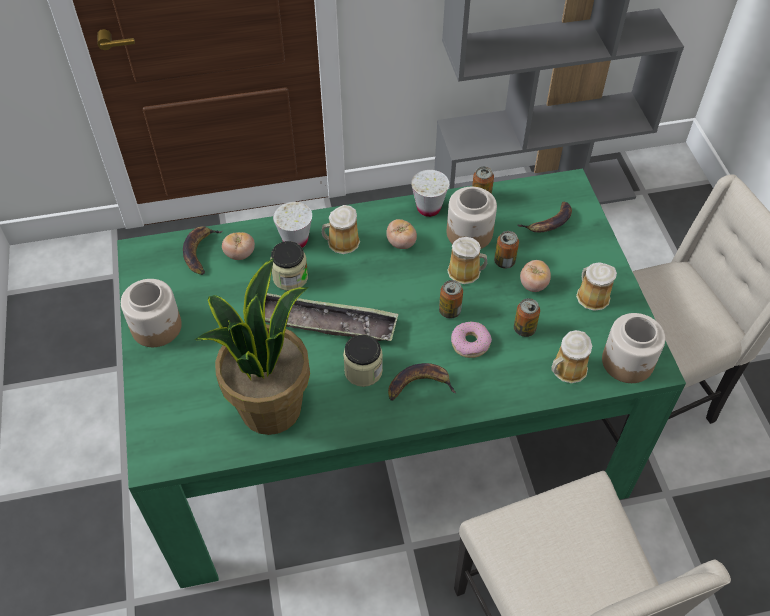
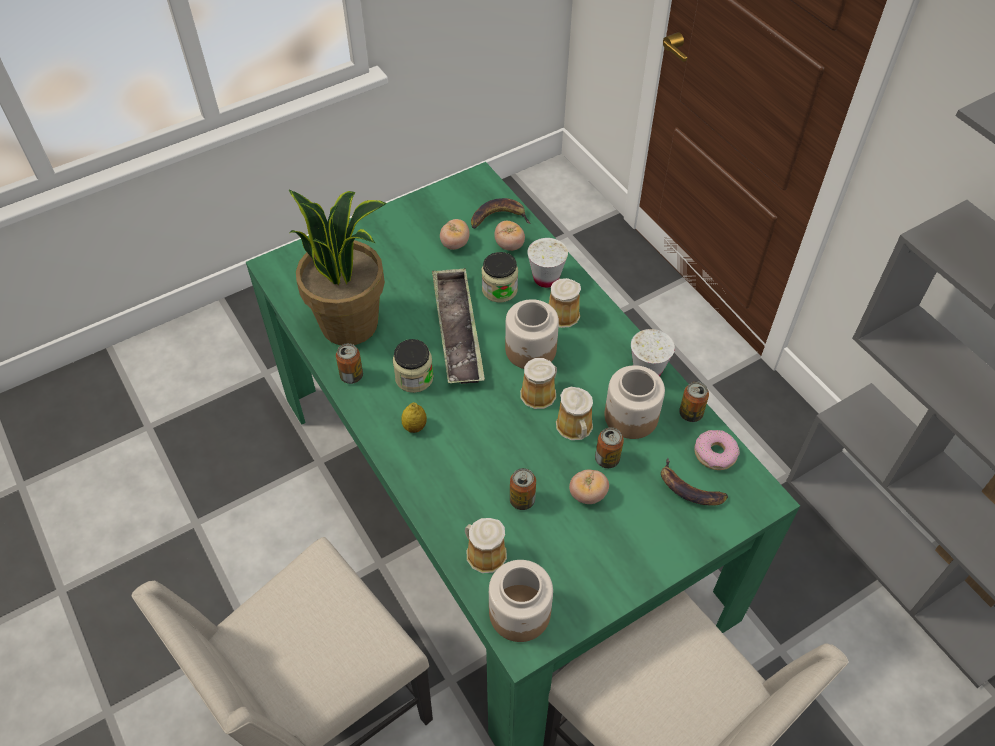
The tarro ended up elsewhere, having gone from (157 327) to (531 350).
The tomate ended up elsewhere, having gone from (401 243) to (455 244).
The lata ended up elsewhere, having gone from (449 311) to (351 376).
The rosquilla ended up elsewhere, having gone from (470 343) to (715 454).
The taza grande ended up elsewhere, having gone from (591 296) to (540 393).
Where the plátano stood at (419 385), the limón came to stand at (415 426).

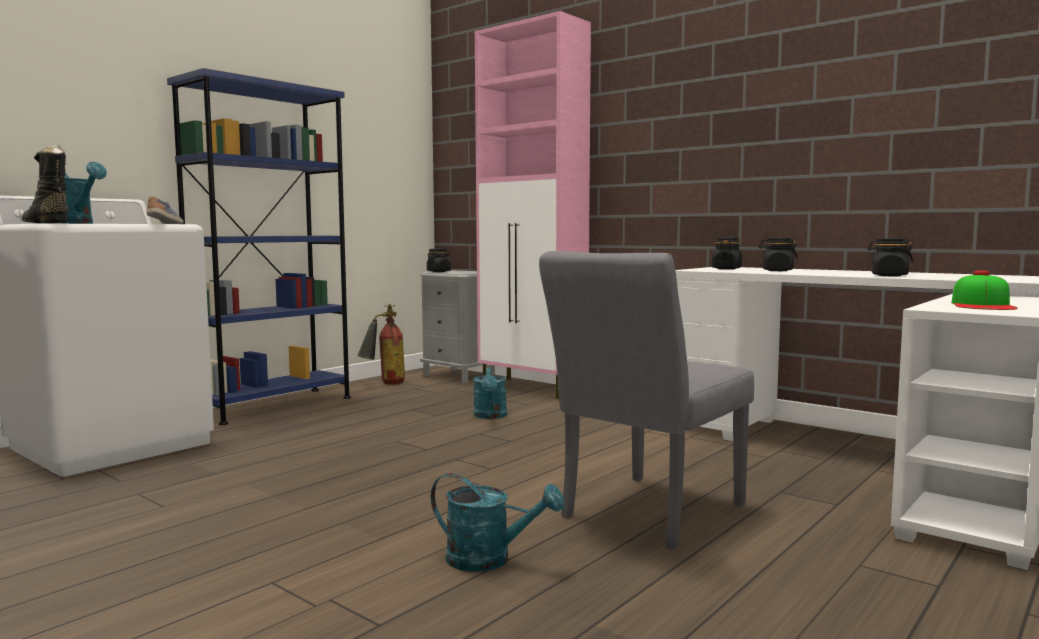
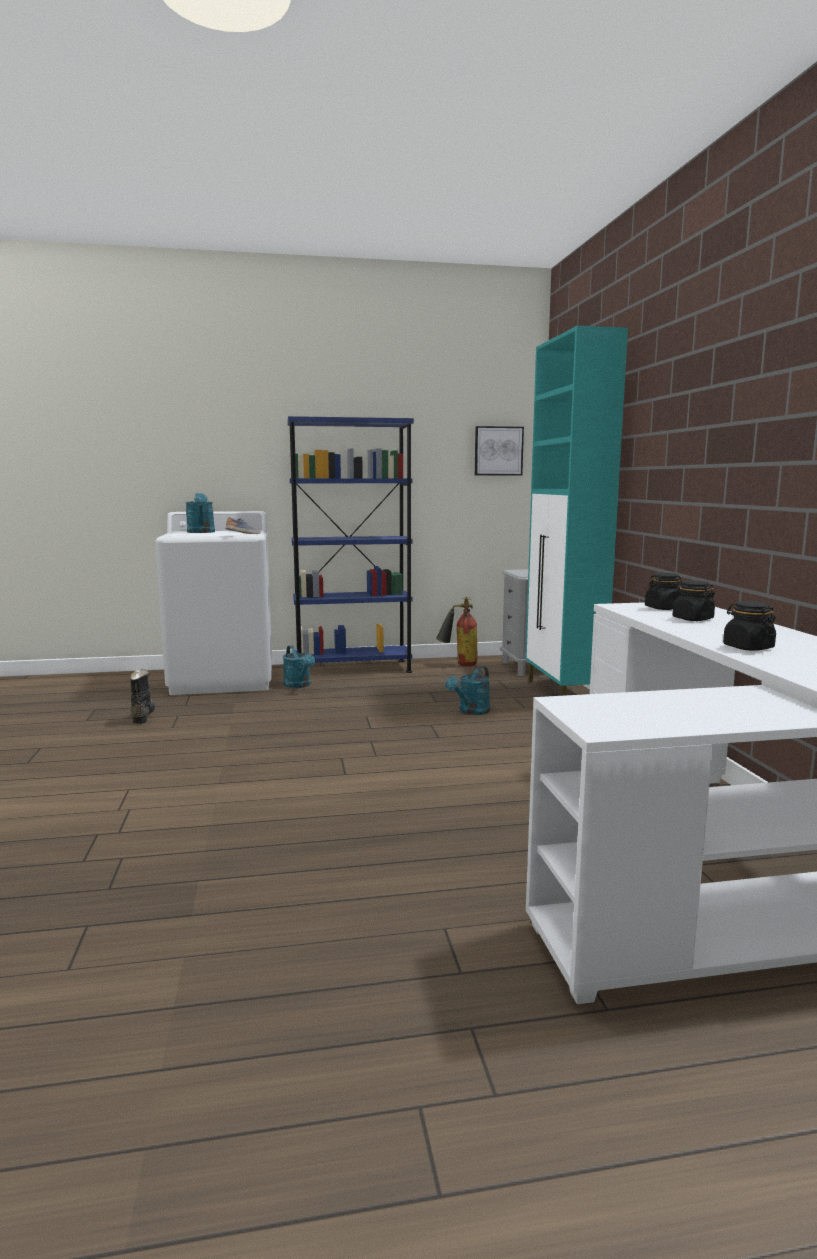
The second view lost the tarro/negro at (438 271).
The second view lost the silla/gris at (645 514).
The second view lost the gorra at (982 305).
The second view gained the cuadro at (498 451).
The bota/negro ended up elsewhere, having gone from (45 223) to (142 716).
The regadera/turquesa ended up elsewhere, having gone from (489 560) to (299 685).
What was the armario/rosa at (533 388) turned into the armario/turquesa at (563 693).

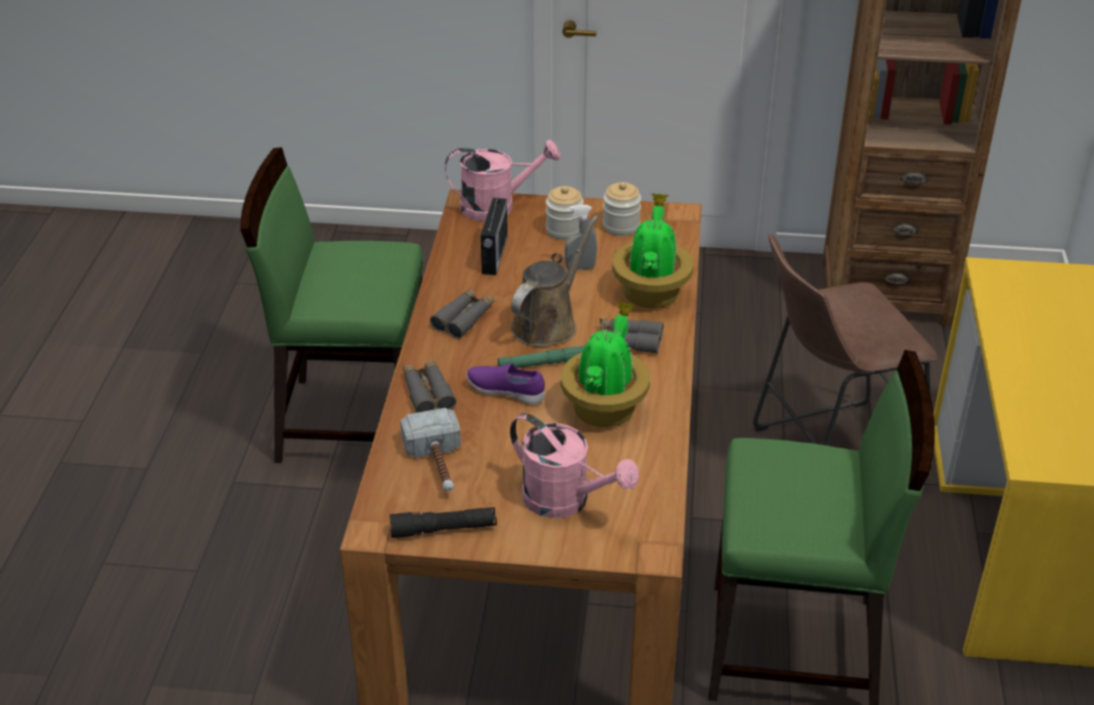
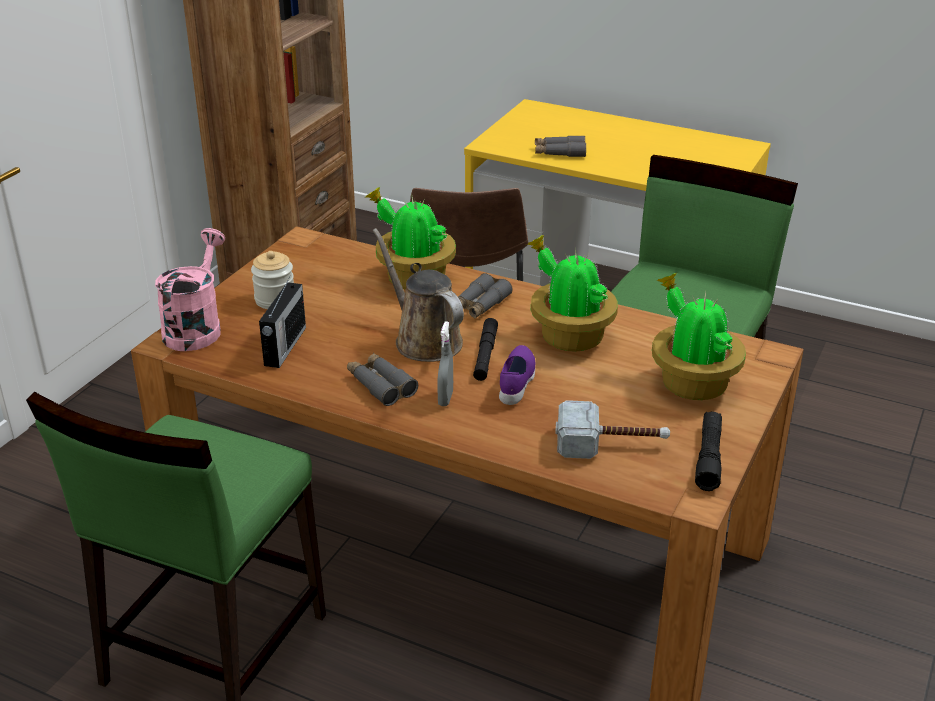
The second view lost the tarro at (621 226).
The prismáticos/gris ended up elsewhere, having gone from (427 393) to (559 152).
The pulverizador/gris ended up elsewhere, having gone from (580 268) to (445 398).
Where the regadera/rosa stood at (566 501), the planta en maceta came to stand at (691 383).
What was the linterna/verde at (544 363) turned into the linterna/negro at (485 354).
The zapato/morado at (506 392) ended up facing another way, 150 degrees clockwise from before.
The radio at (494 256) ended up facing another way, 75 degrees clockwise from before.

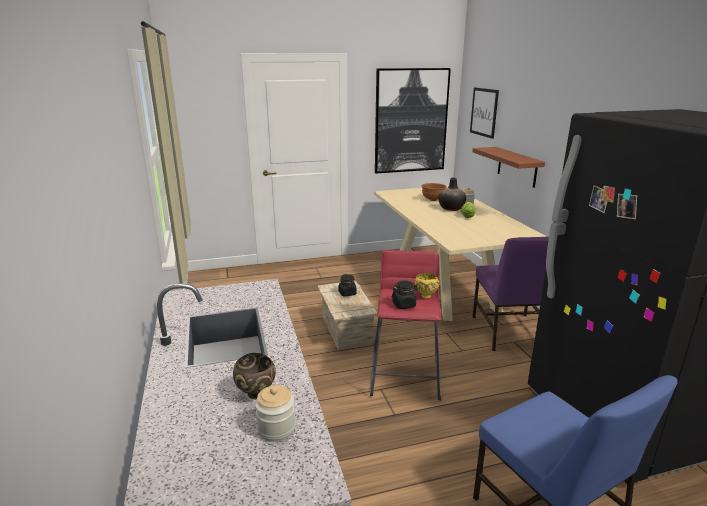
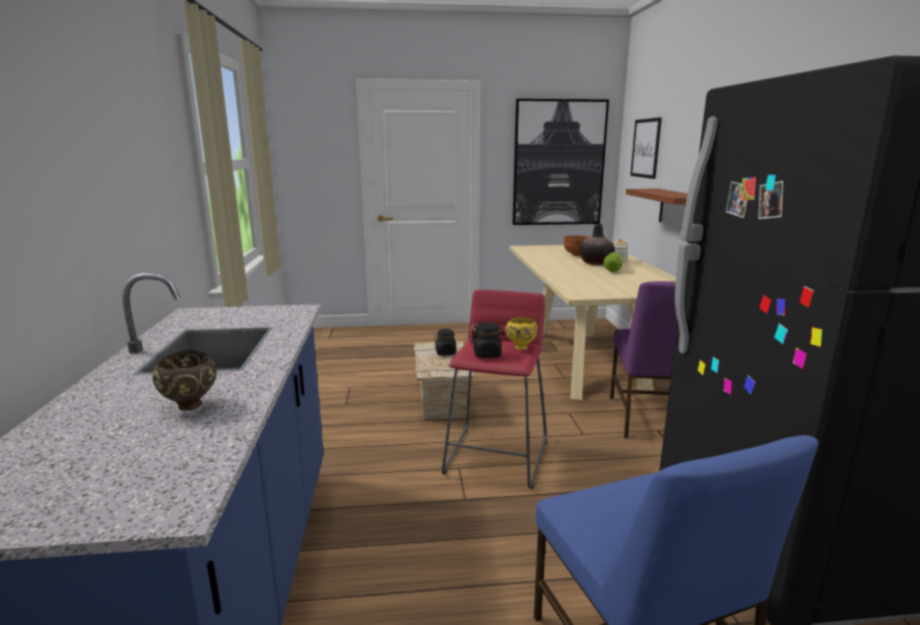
The second view lost the tarro at (276 429).

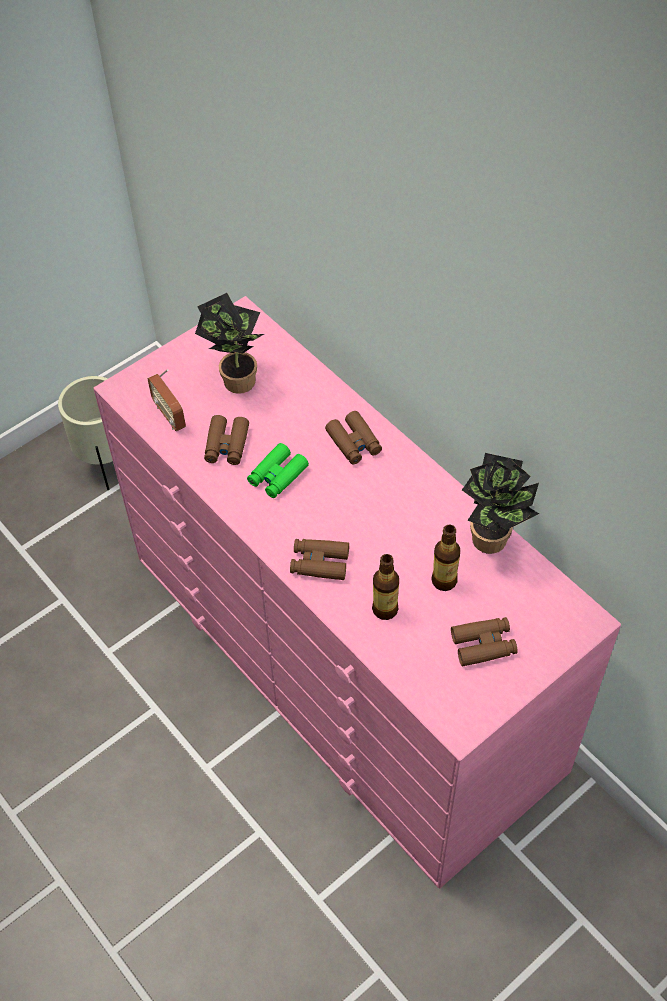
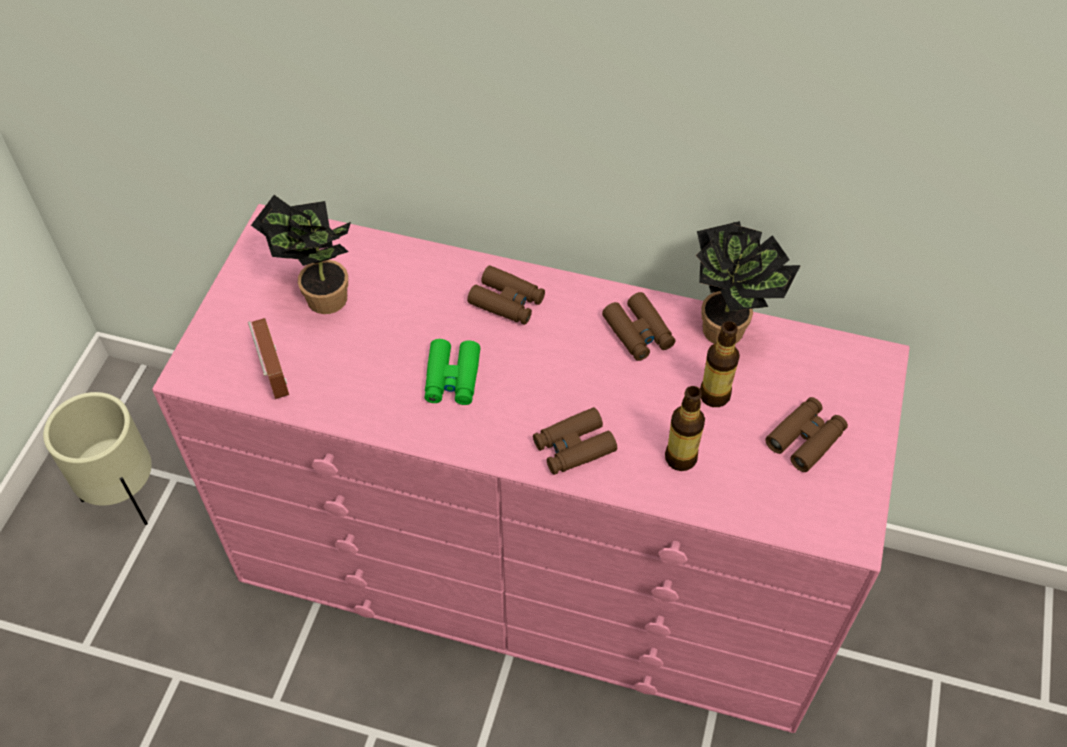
The prismáticos/marrón ended up elsewhere, having gone from (226 445) to (638 333).
The radio at (170 415) ended up facing another way, 135 degrees counterclockwise from before.

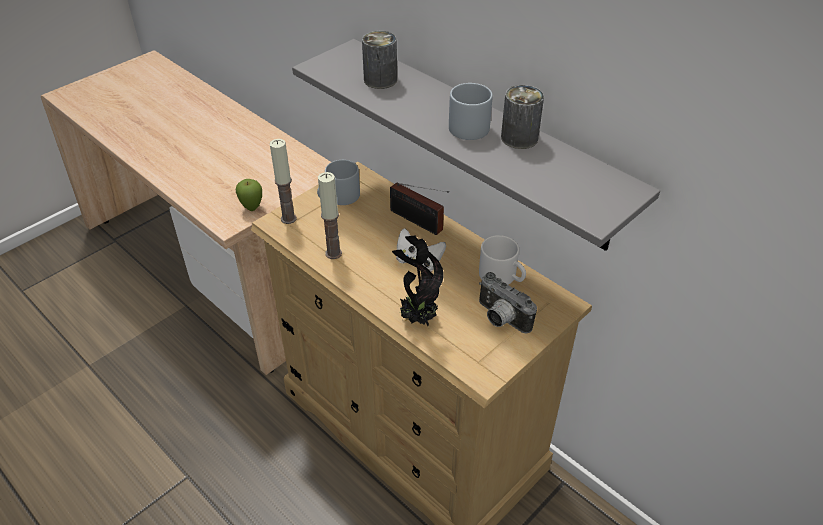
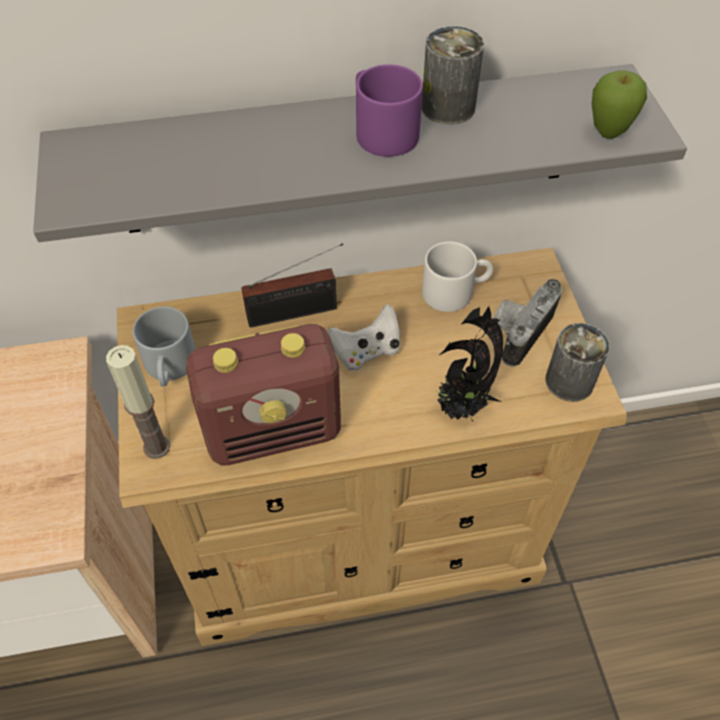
The manzana ended up elsewhere, having gone from (252 208) to (608 133).
The lata ended up elsewhere, having gone from (380 80) to (569 381).
Where the vela stood at (333 253), the radio came to stand at (274 431).
What was the taza grande/gris at (470 124) turned into the taza grande/morado at (380 130).
The cámara at (500 319) ended up facing another way, 135 degrees clockwise from before.

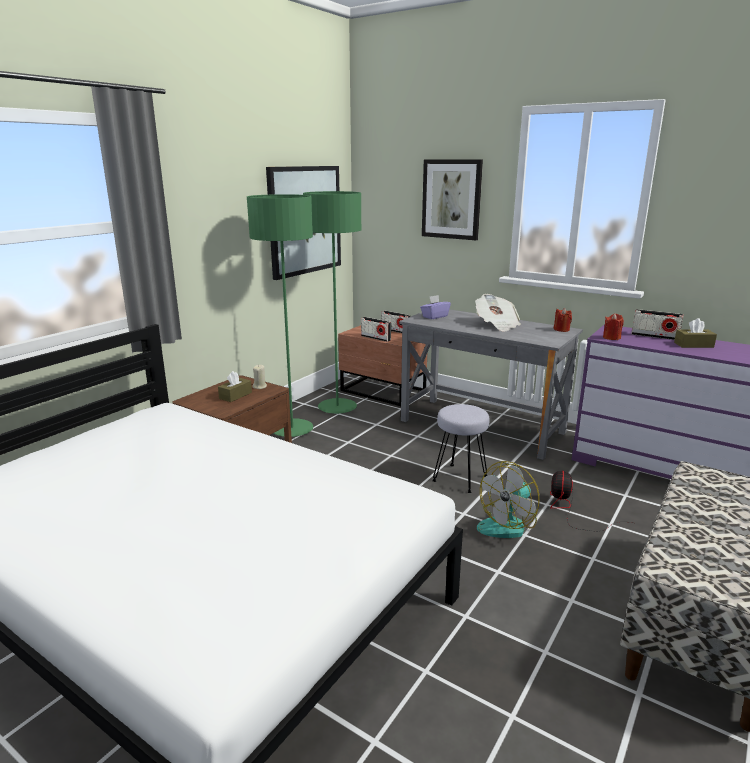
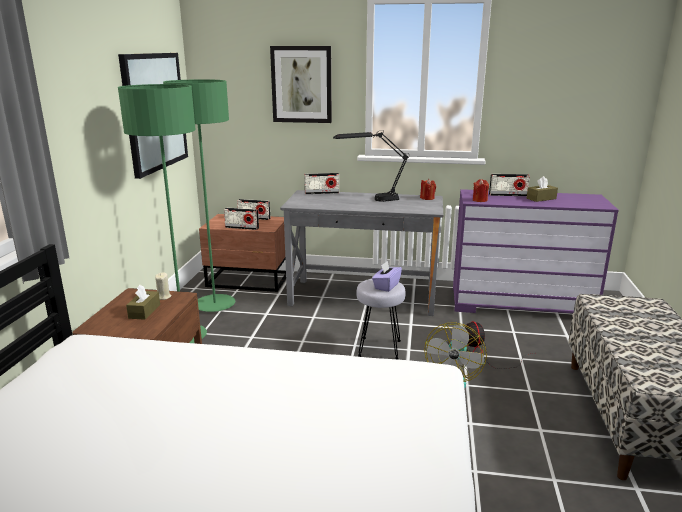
The second view gained the radio at (321 193).
The caja de pañuelos/morado ended up elsewhere, having gone from (434 316) to (386 286).
Where the periódico stood at (497 325), the lámpara de mesa/negro came to stand at (371 200).

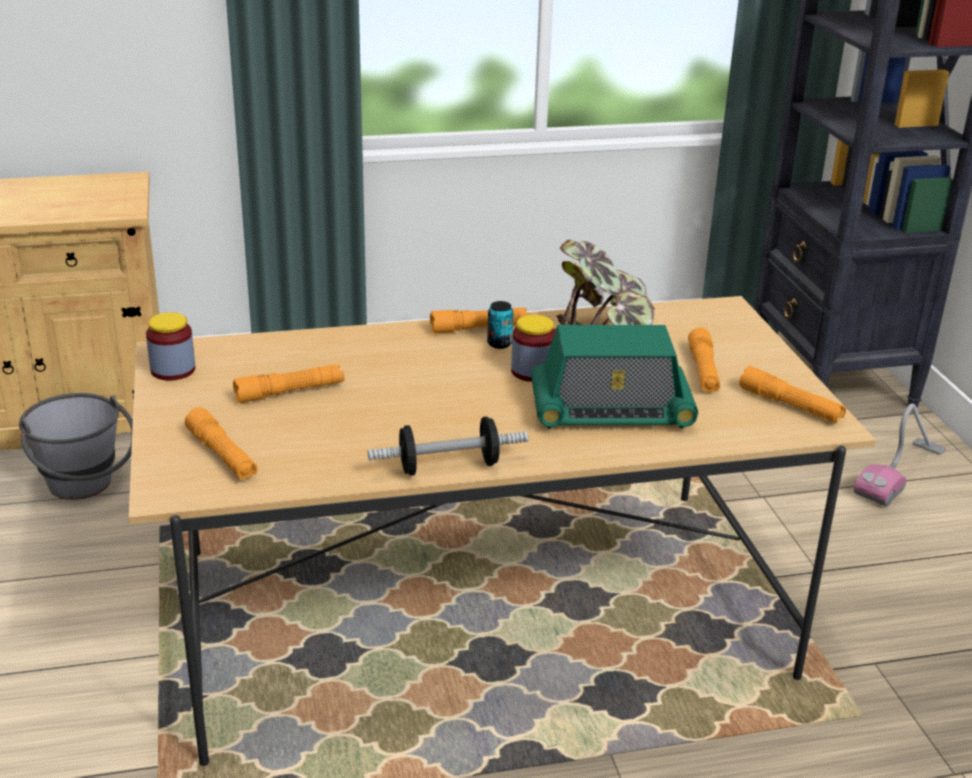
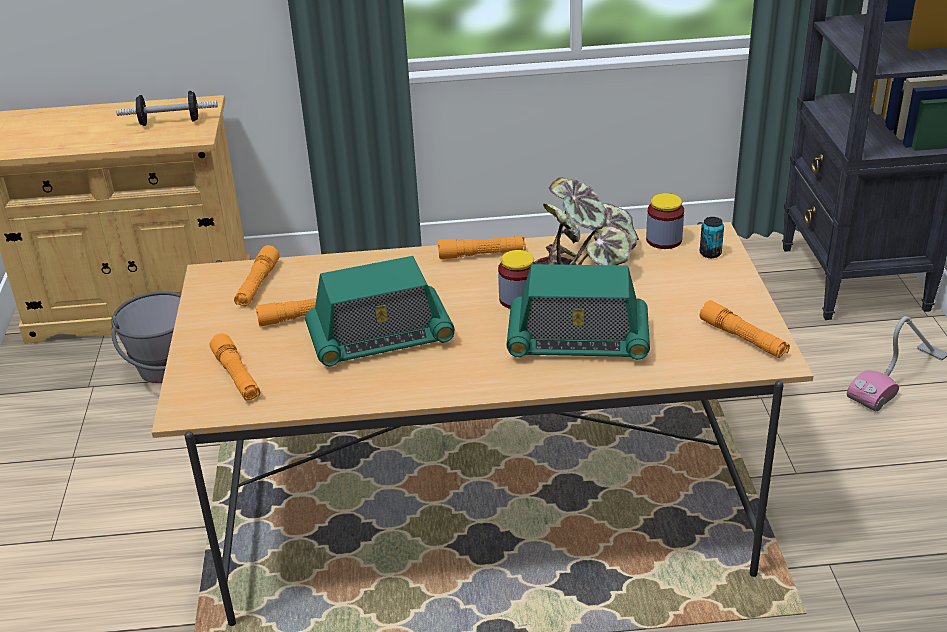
The second view gained the radio at (380 338).
The tarro ended up elsewhere, having gone from (173 370) to (664 240).
The mancuerna ended up elsewhere, having gone from (448 466) to (170 122).
The lata ended up elsewhere, having gone from (499 344) to (710 253).
The linterna/naranja ended up elsewhere, having gone from (703 371) to (257 285).

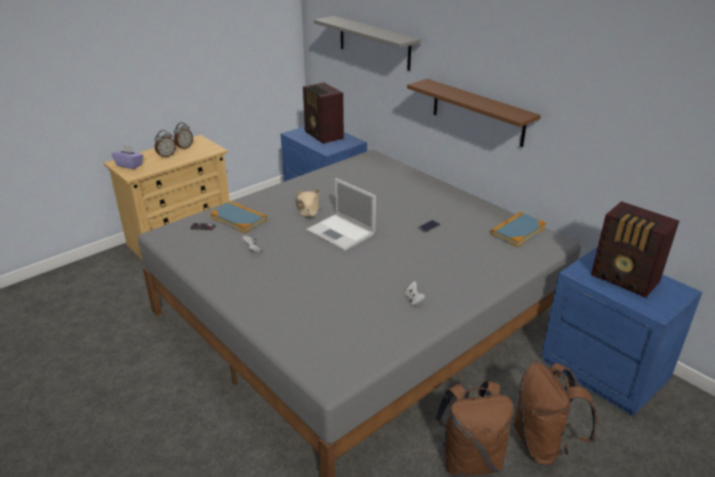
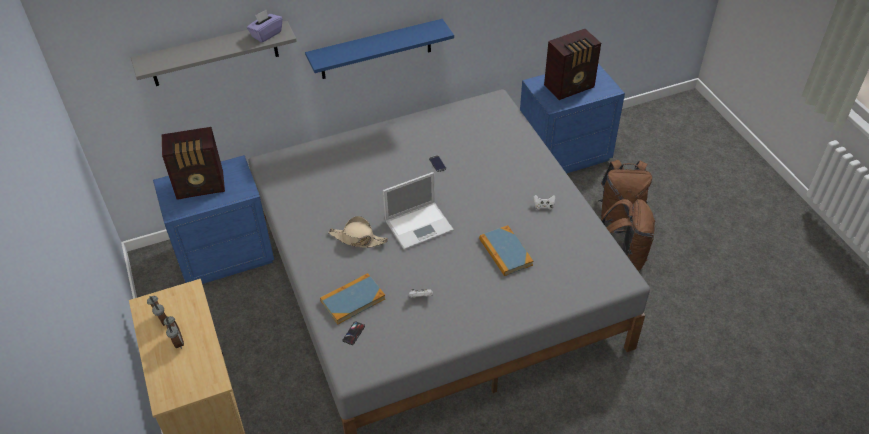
The caja de pañuelos/morado ended up elsewhere, having gone from (130 165) to (266 34).
The libro ended up elsewhere, having gone from (518 231) to (505 252).
What was the estante/marrón at (478 112) turned into the estante/azul at (376 49).

